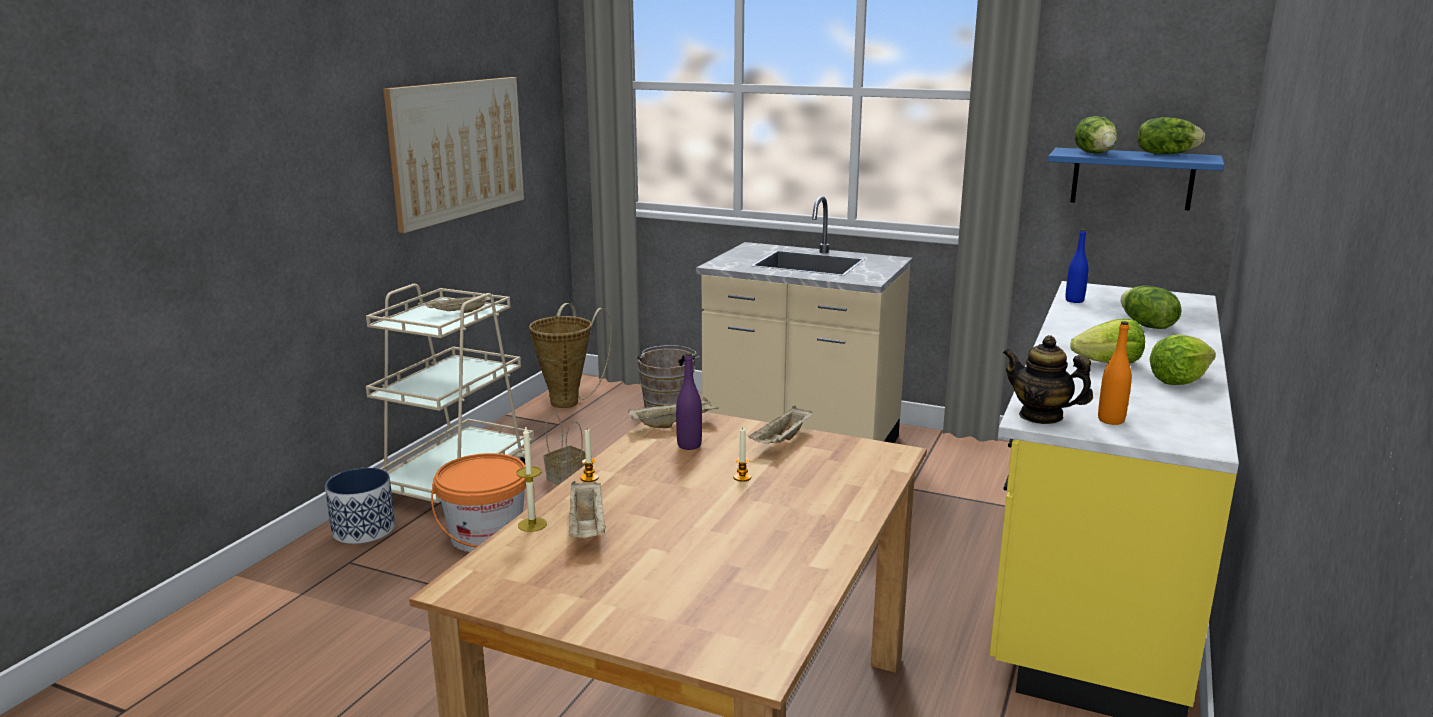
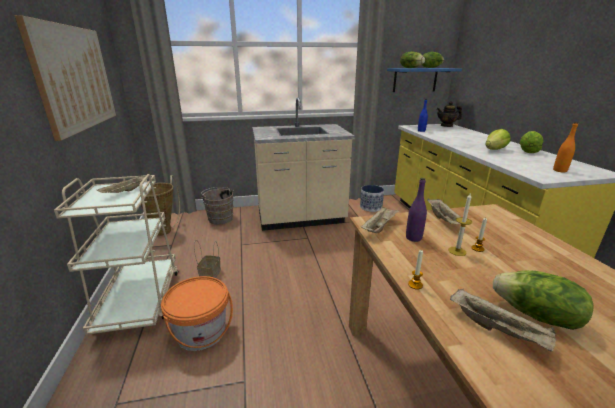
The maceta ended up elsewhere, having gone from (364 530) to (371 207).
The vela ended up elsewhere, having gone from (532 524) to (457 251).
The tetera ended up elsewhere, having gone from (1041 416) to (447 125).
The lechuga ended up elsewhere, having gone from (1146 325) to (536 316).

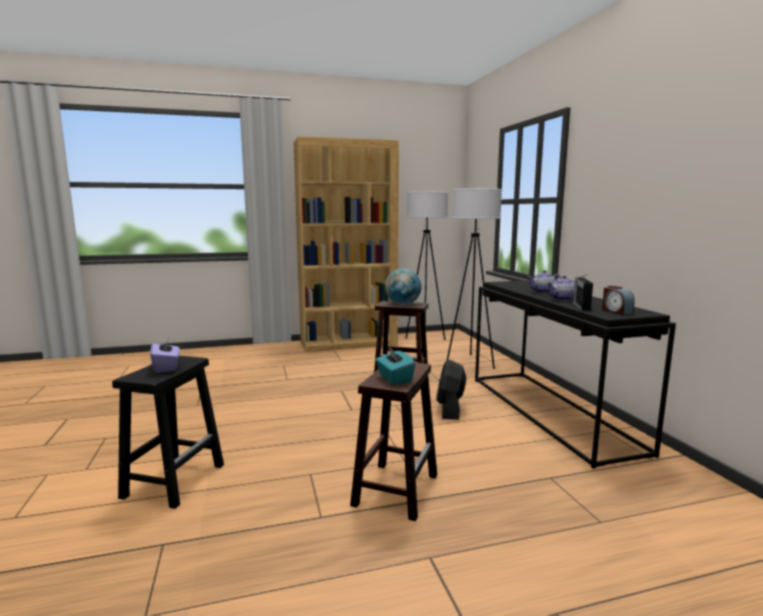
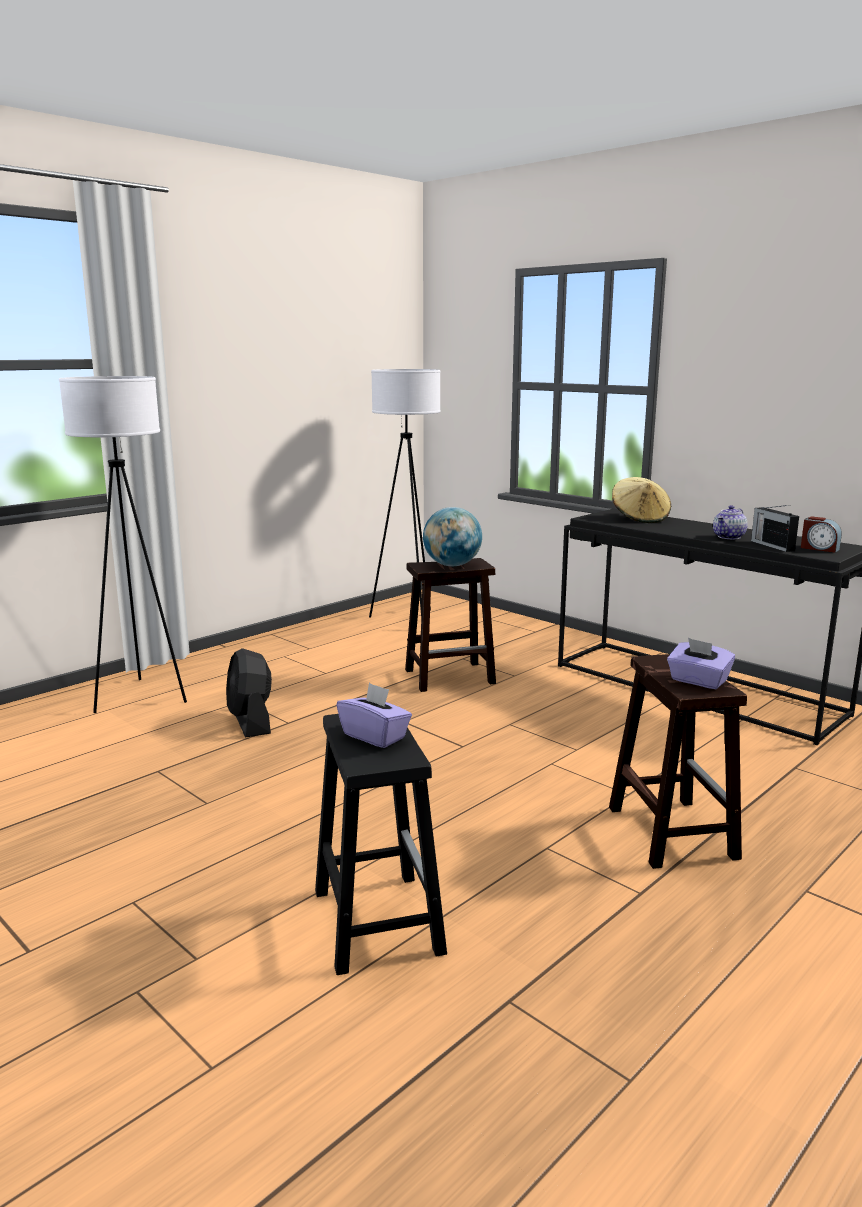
The second view lost the estantería/marrón at (348 343).
The second view lost the tetera at (543 292).
The second view gained the sombrero/beis at (640 518).
The ventilador/negro ended up elsewhere, having gone from (450 409) to (251 721).
The lámpara de pie/blanco ended up elsewhere, having gone from (470 362) to (140 697).
What was the caja de pañuelos/turquesa at (394 378) turned into the caja de pañuelos/morado at (698 681).

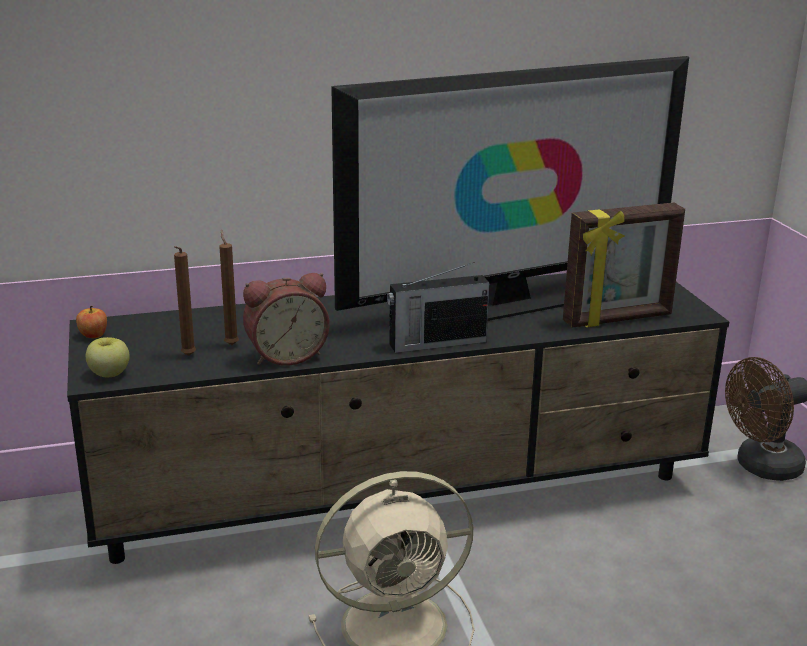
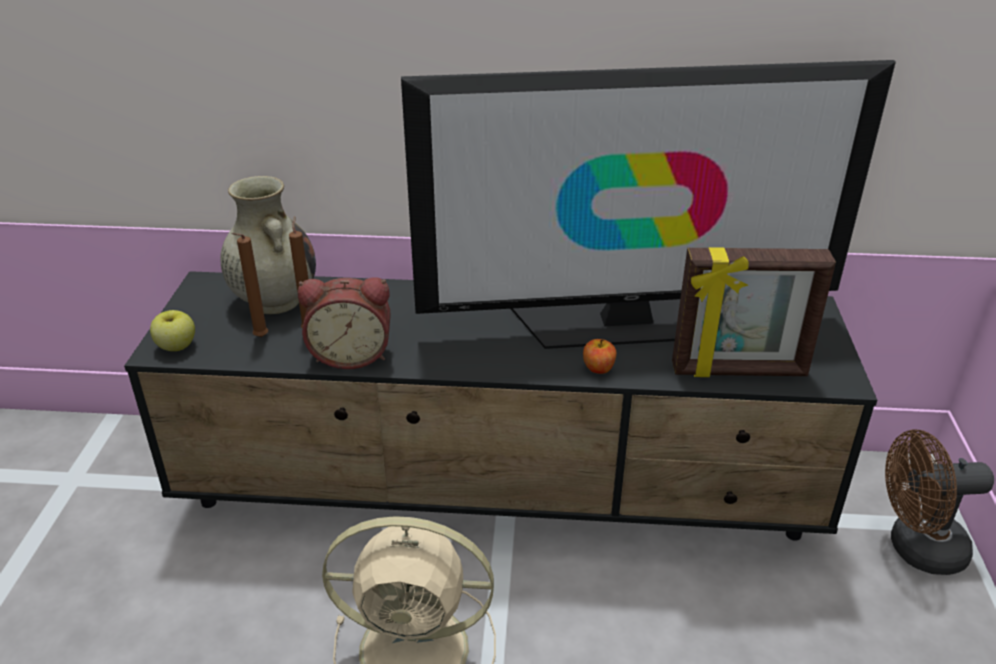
The second view lost the radio at (435 343).
The second view gained the florero/beis at (274 300).
The manzana ended up elsewhere, having gone from (93 335) to (598 368).

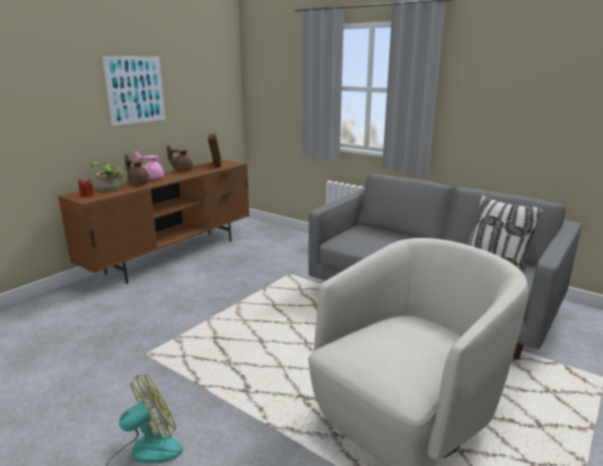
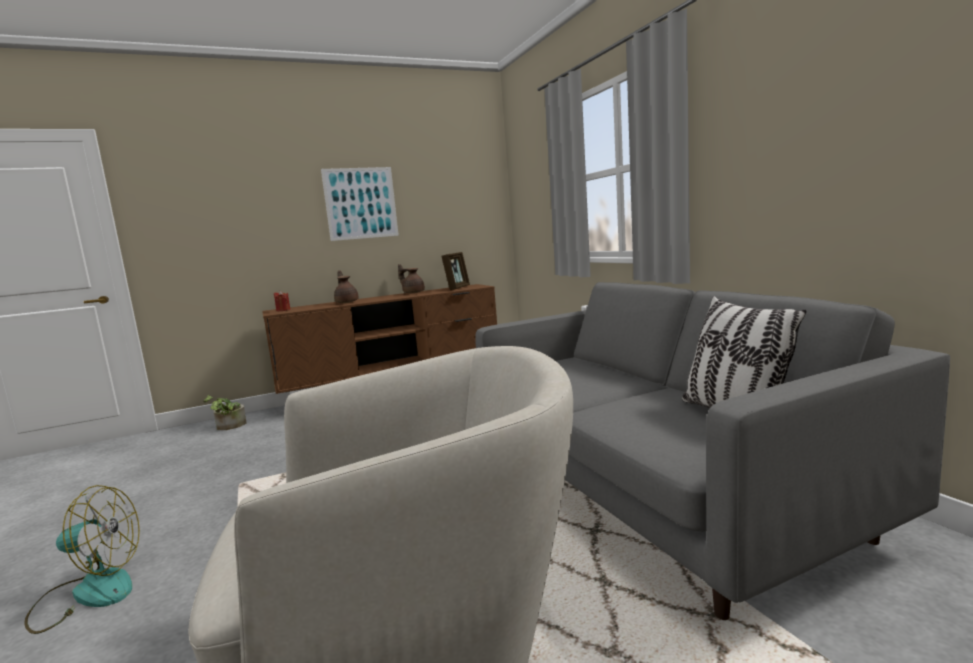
The second view lost the tetera/rosa at (152 178).
The planta en maceta ended up elsewhere, having gone from (111 189) to (228 426).

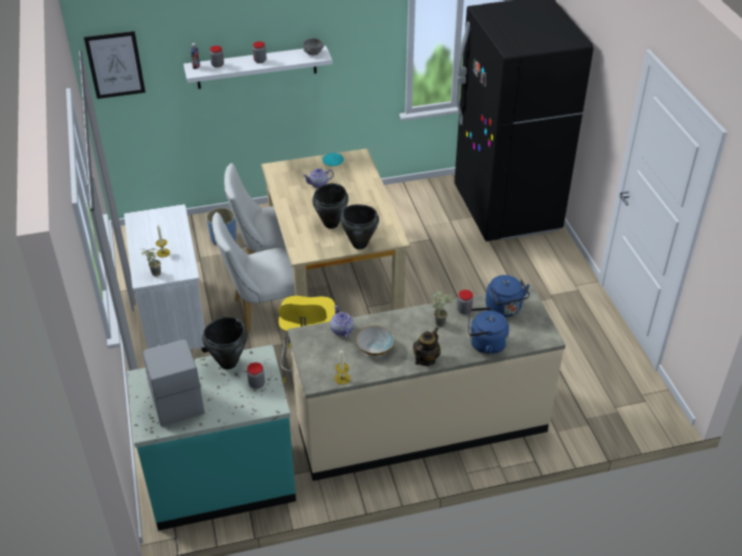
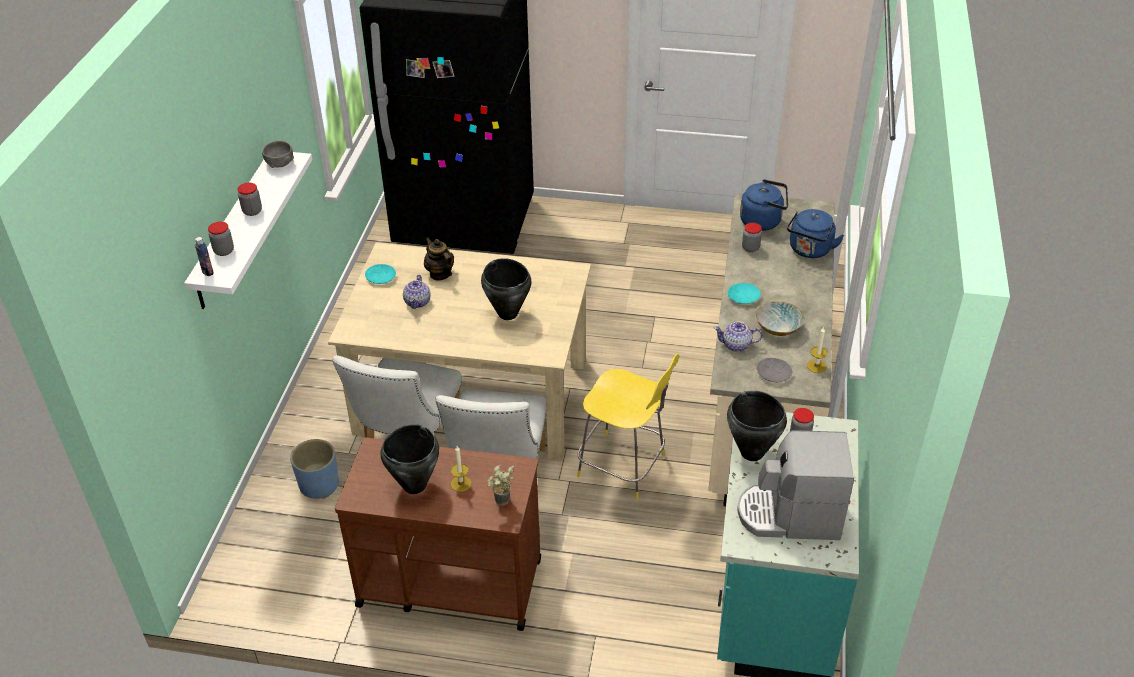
The second view lost the cuadro at (115 65).
The second view lost the planta en maceta at (441 321).
The second view gained the plato/turquesa at (743 297).
The second view gained the plato/gris at (773 373).
The olla/negro ended up elsewhere, having gone from (359 244) to (414 485).
The tetera ended up elsewhere, having gone from (425 359) to (440 274).
What was the carrito/blanco at (173 318) turned into the carrito/marrón at (448 582).

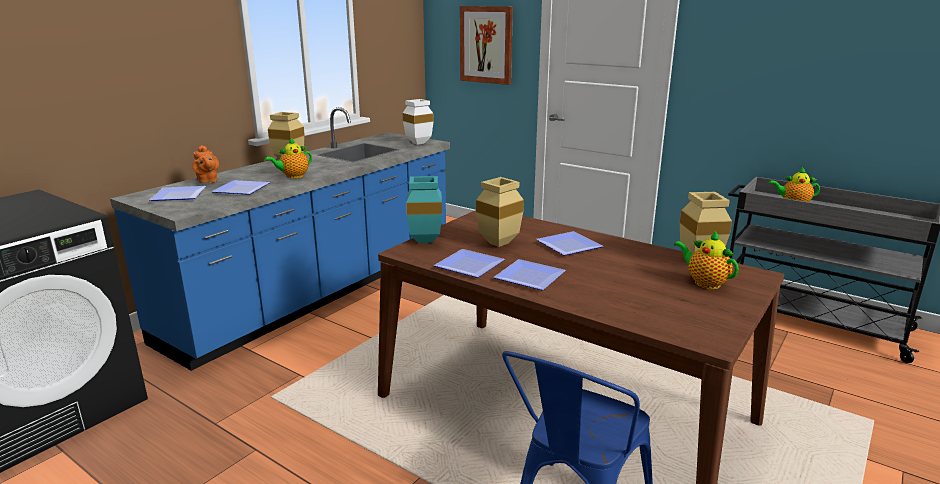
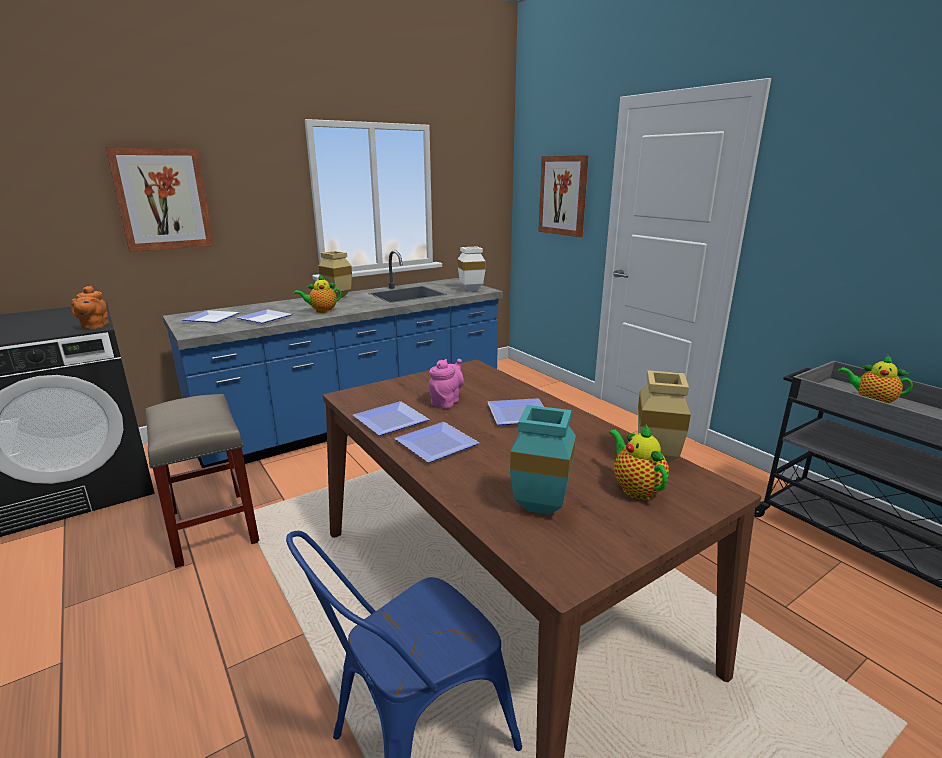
The second view gained the cuadro at (163 199).
The second view gained the taburete/beis at (211 526).
The tetera/naranja ended up elsewhere, having gone from (207 181) to (94 327).
The florero/turquesa ended up elsewhere, having gone from (423 241) to (536 508).
Where the florero/beis stood at (498 244), the tetera/rosa came to stand at (446 401).

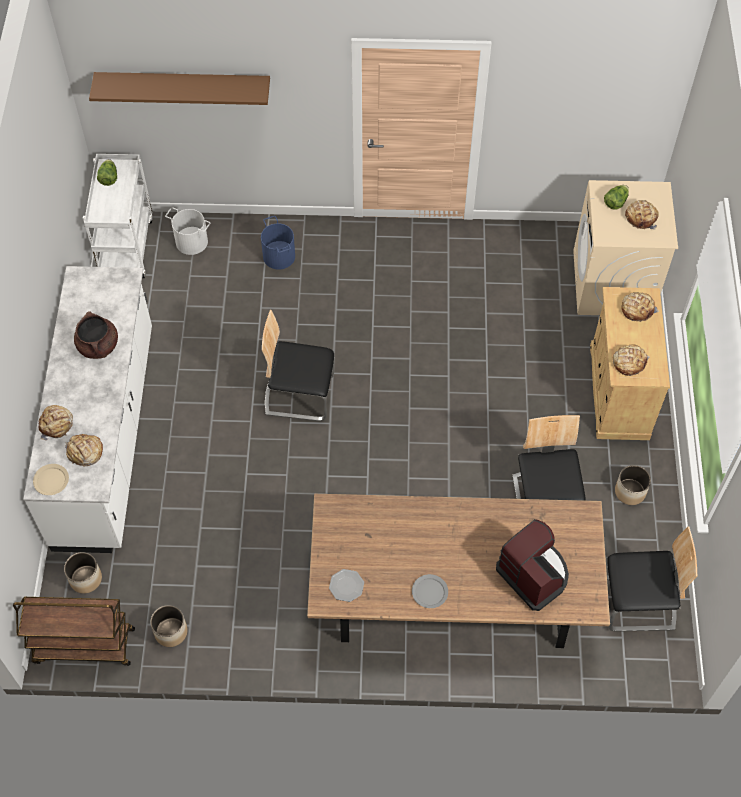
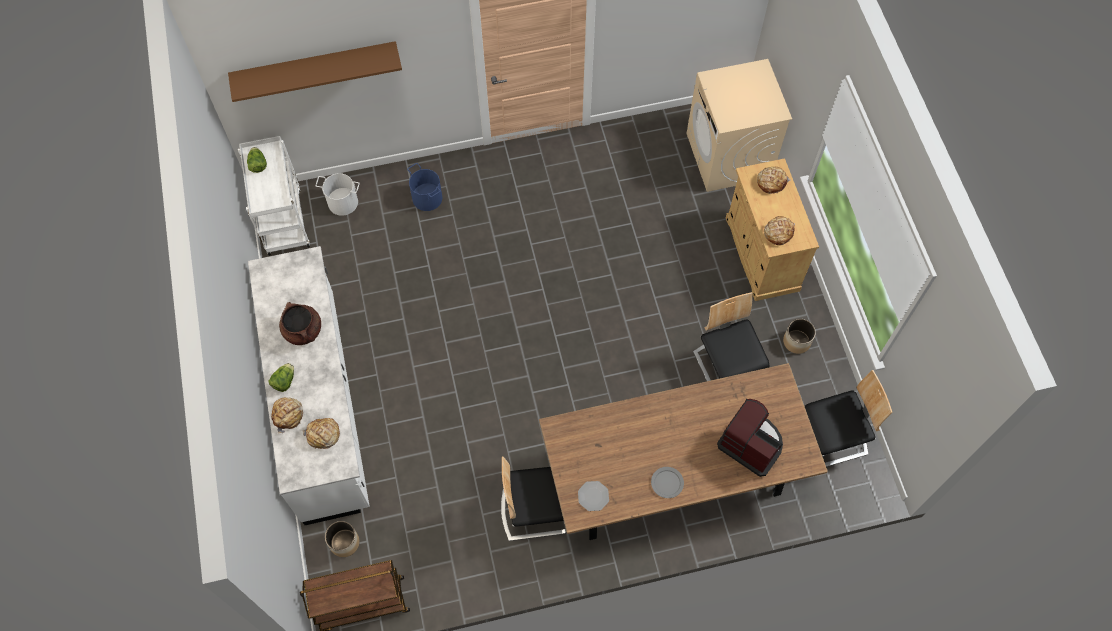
The second view lost the plato/beis at (51 480).
The second view lost the maceta at (170 632).
The second view lost the pan at (641 217).
The silla ended up elsewhere, having gone from (299 395) to (535 510).
The lechuga ended up elsewhere, having gone from (615 202) to (284 381).

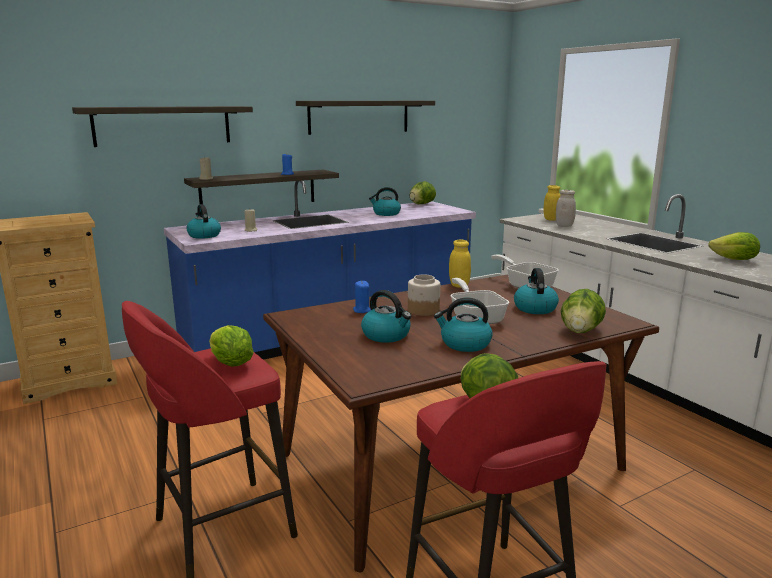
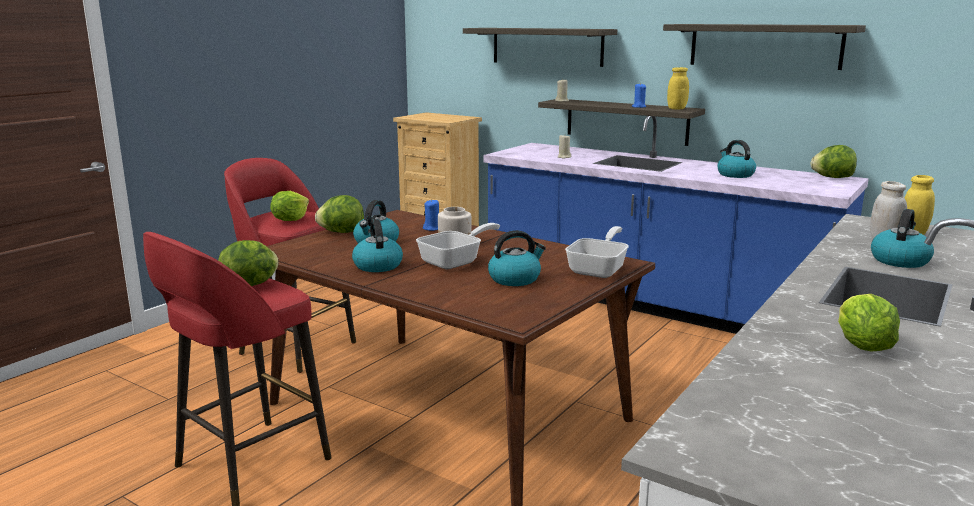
The hervidor ended up elsewhere, having gone from (204 235) to (899 260).
The tarro/amarillo ended up elsewhere, having gone from (459 285) to (676 108).
The lechuga ended up elsewhere, having gone from (580 331) to (341 232).

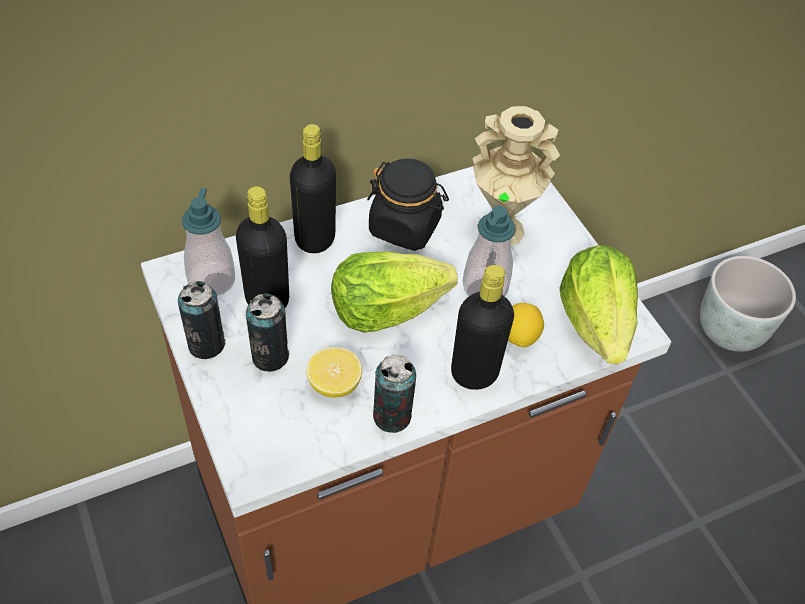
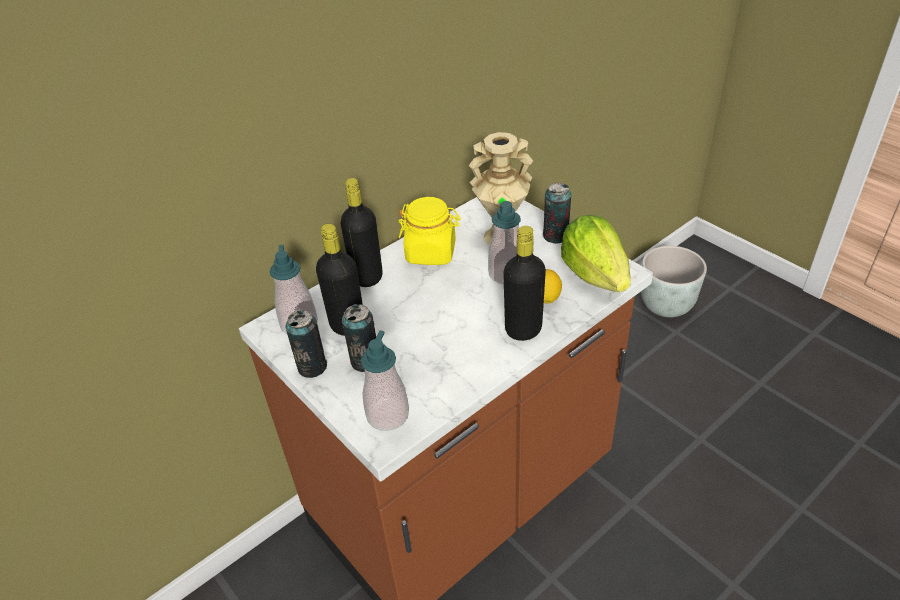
The second view lost the limón at (334 384).
The second view lost the lechuga at (385 310).
The second view gained the dispensador de jabón at (387 415).
The lata ended up elsewhere, having gone from (392 416) to (555 236).
What was the tarro/negro at (405 227) turned into the tarro/amarillo at (431 253).

